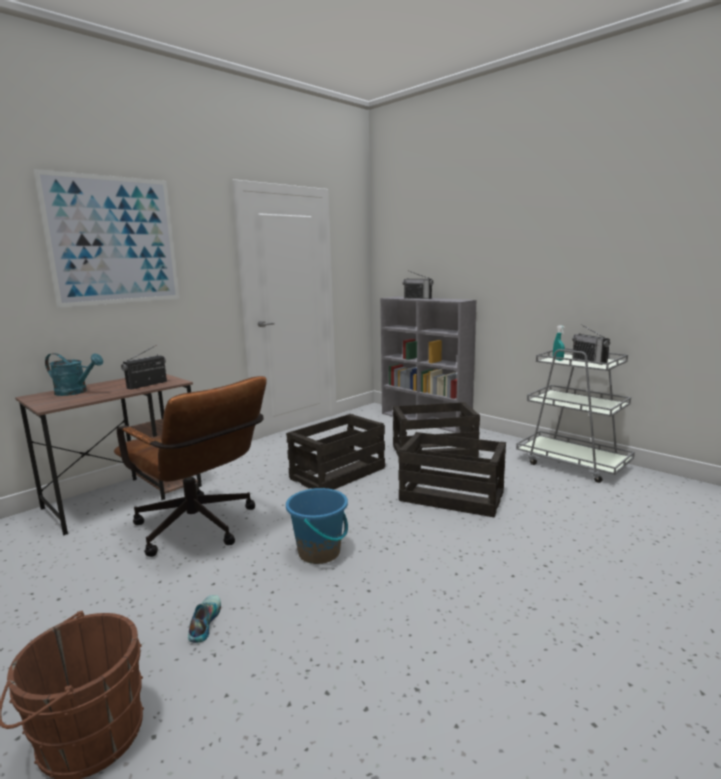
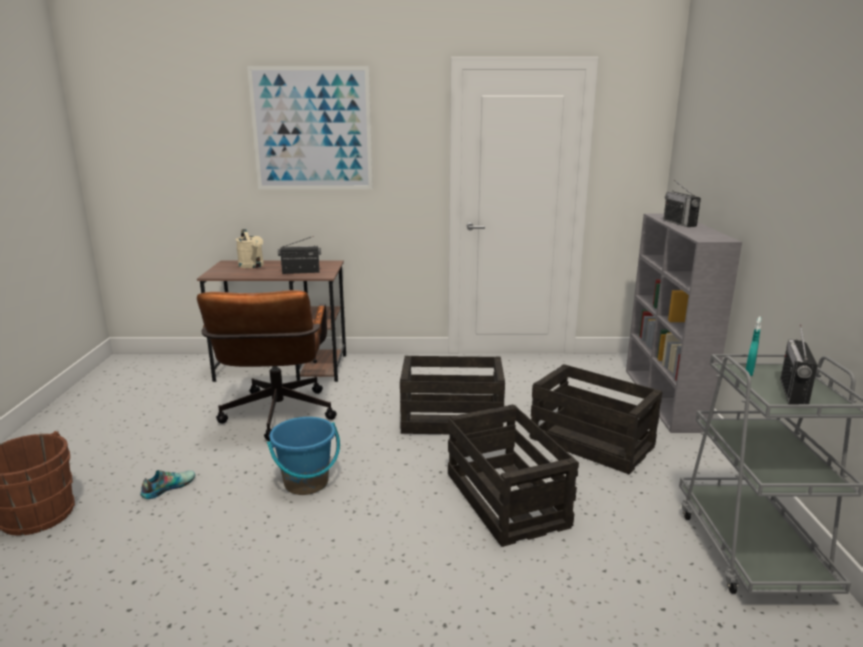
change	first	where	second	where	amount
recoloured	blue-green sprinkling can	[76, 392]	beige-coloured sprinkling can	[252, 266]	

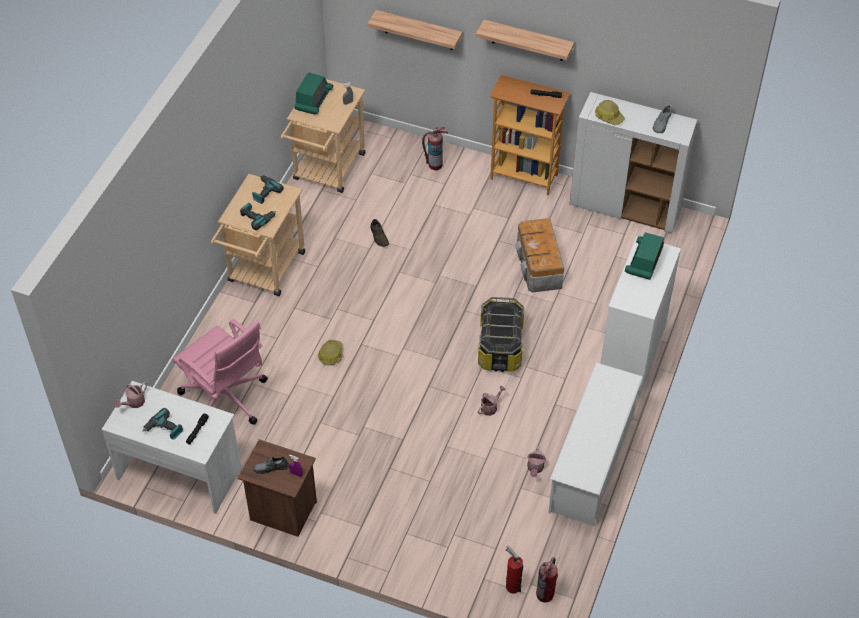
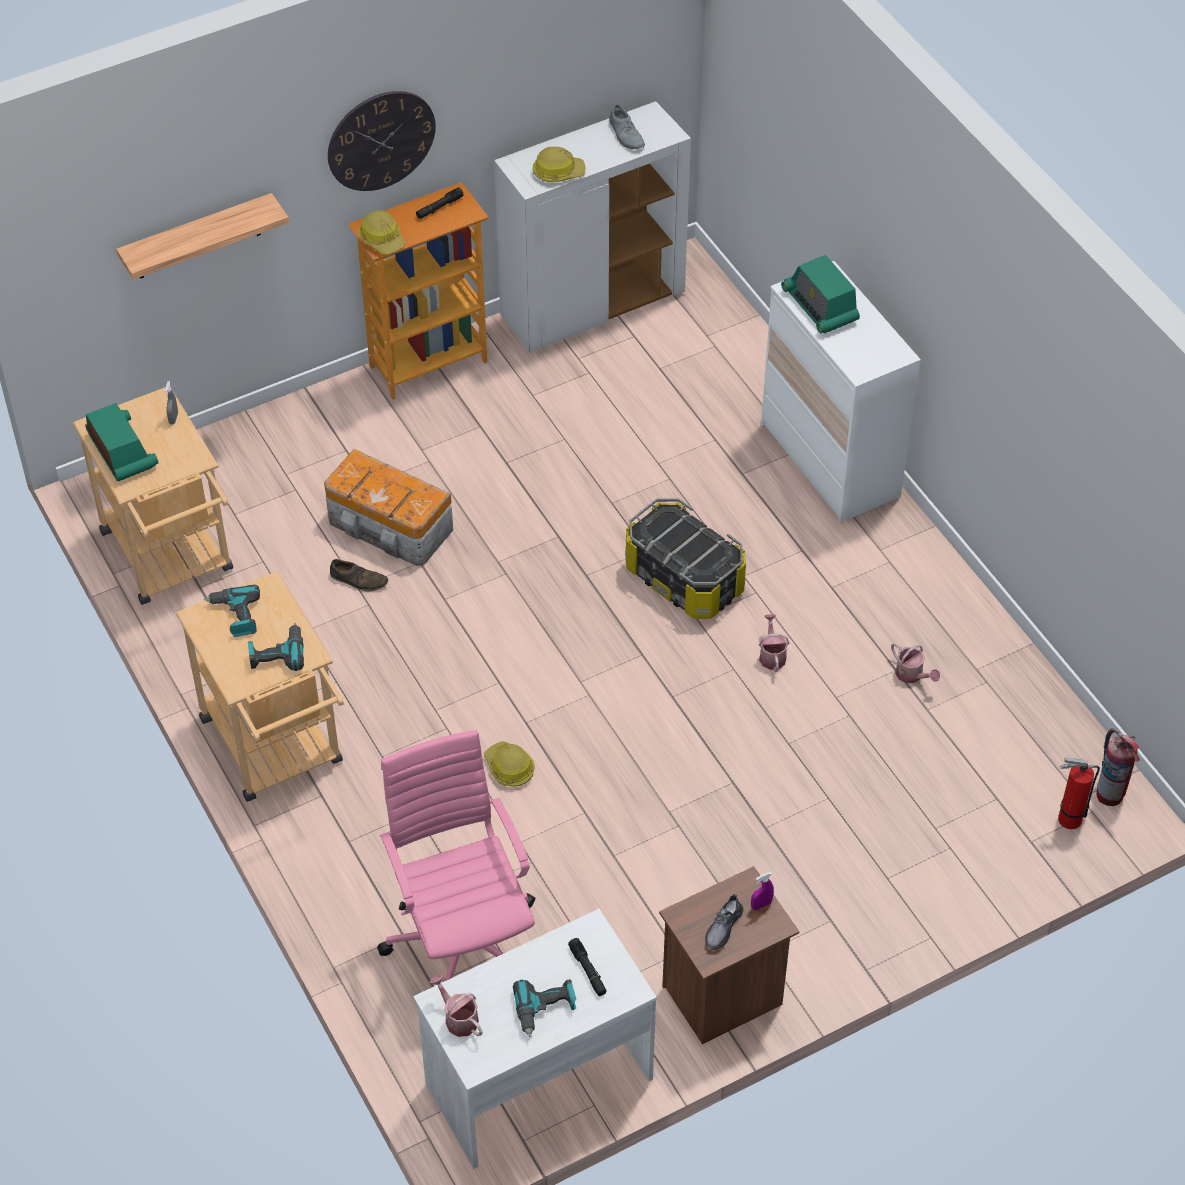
change	first	where	second	where	amount
moved	storage container	[539, 266]		[390, 527]	
replaced	shelf	[527, 41]	hanging clock	[381, 140]	
added			work helmet	[382, 239]	
turned	pinkish office chair	[226, 400]		[464, 942]	105 degrees counterclockwise
turned	sprinkling can	[134, 403]		[458, 1018]	150 degrees clockwise
removed	extinguisher	[435, 165]			
removed	white-coloured shoe stand	[592, 463]			

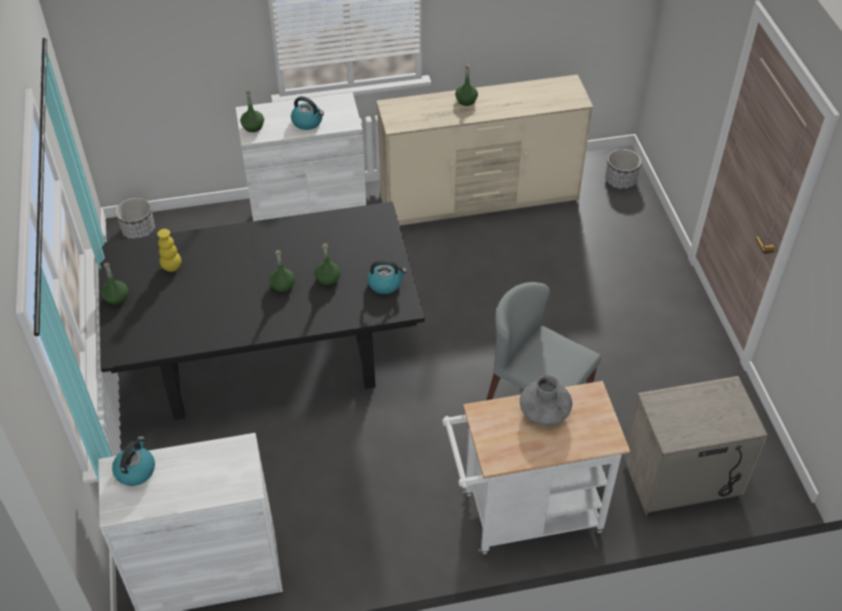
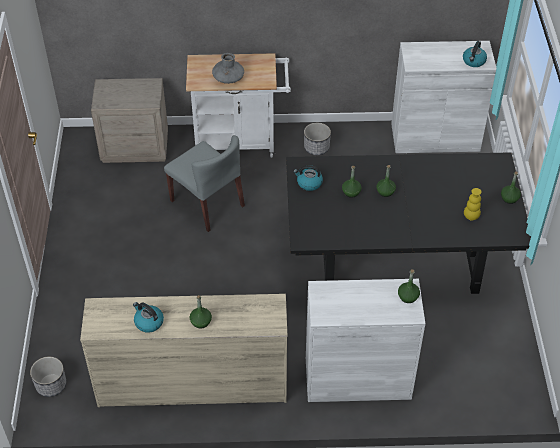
change	first	where	second	where	amount
moved	kettle	[308, 122]		[148, 322]	
moved	planter	[138, 230]		[316, 148]	

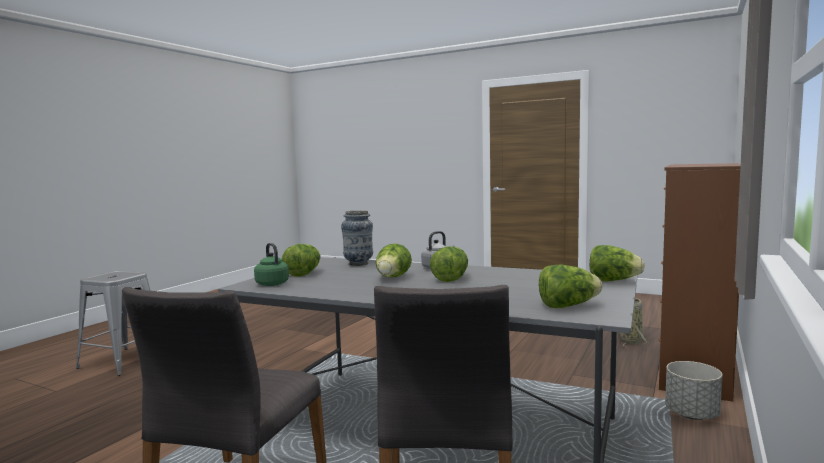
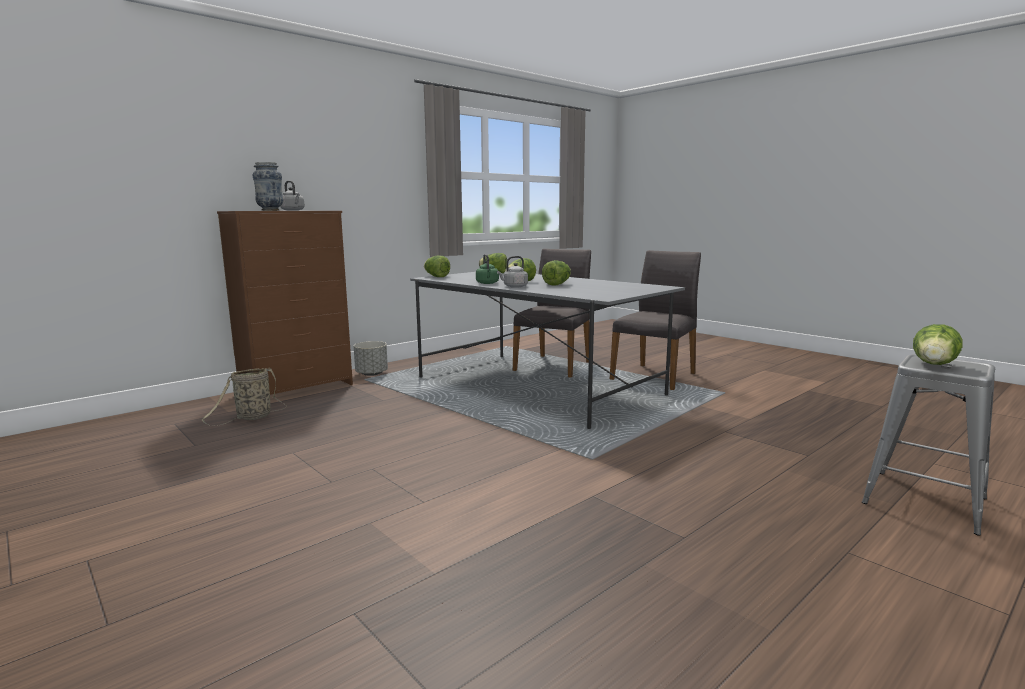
change	first	where	second	where	amount
moved	flower vase	[358, 264]		[270, 210]	
added			gray kettle	[293, 210]	
moved	green kettle	[271, 283]		[487, 283]	
moved	head of lettuce	[304, 274]		[934, 365]	

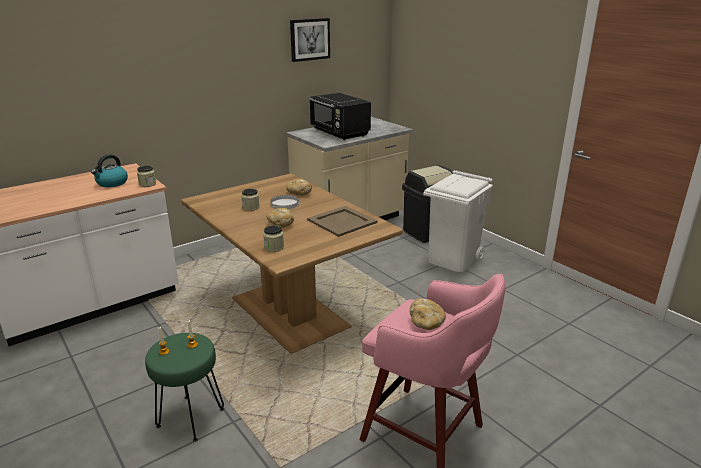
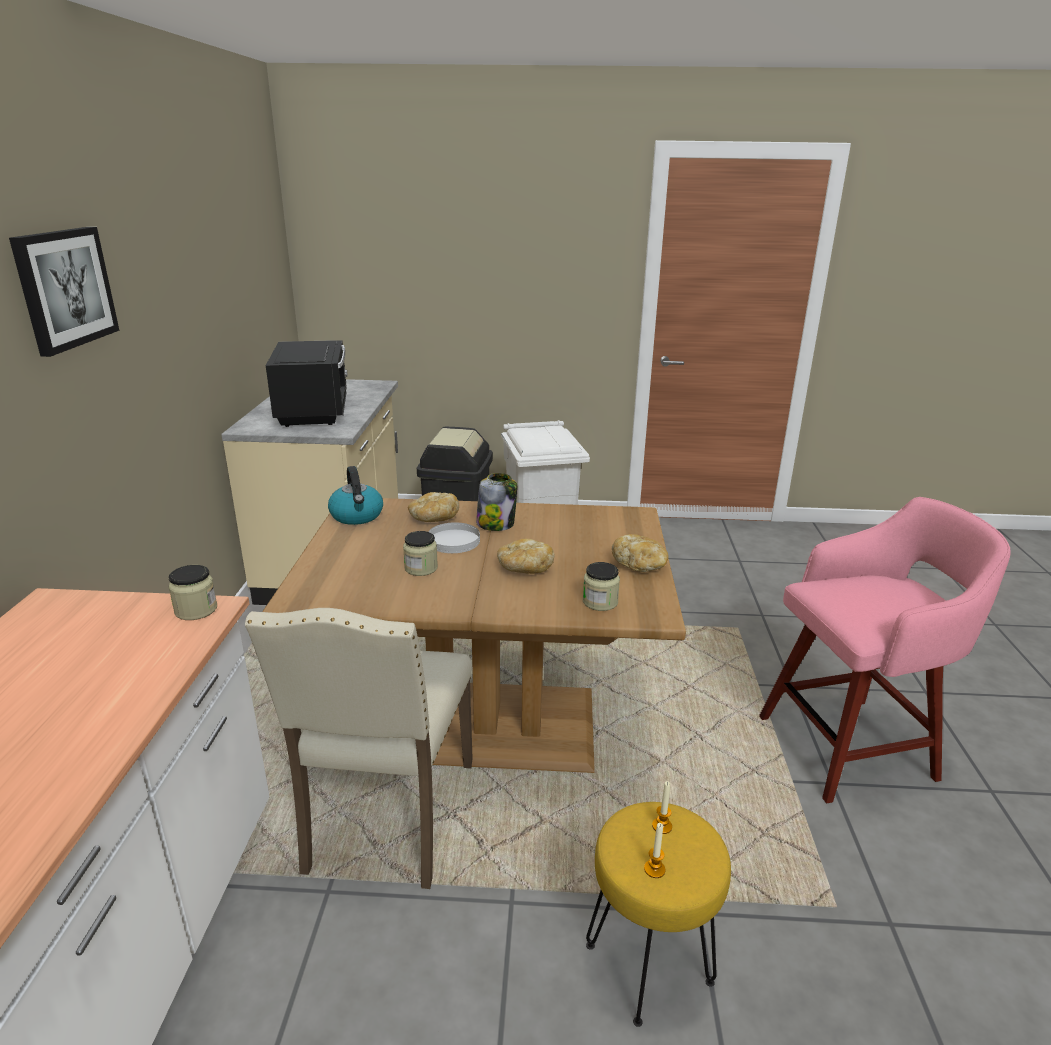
change	first	where	second	where	amount
moved	wall picture	[309, 39]		[65, 288]	
added			beige-coloured chair	[386, 818]	
turned	black-coloured microwave oven	[339, 133]		[314, 411]	105 degrees counterclockwise
moved	kettle	[112, 183]		[357, 516]	
added			preserve jar	[496, 524]	
recoloured	green stool	[190, 417]	yellow-coloured stool	[647, 963]	
moved	baked bread	[426, 323]		[639, 565]	
removed	beige-coloured carrying tray	[342, 221]			

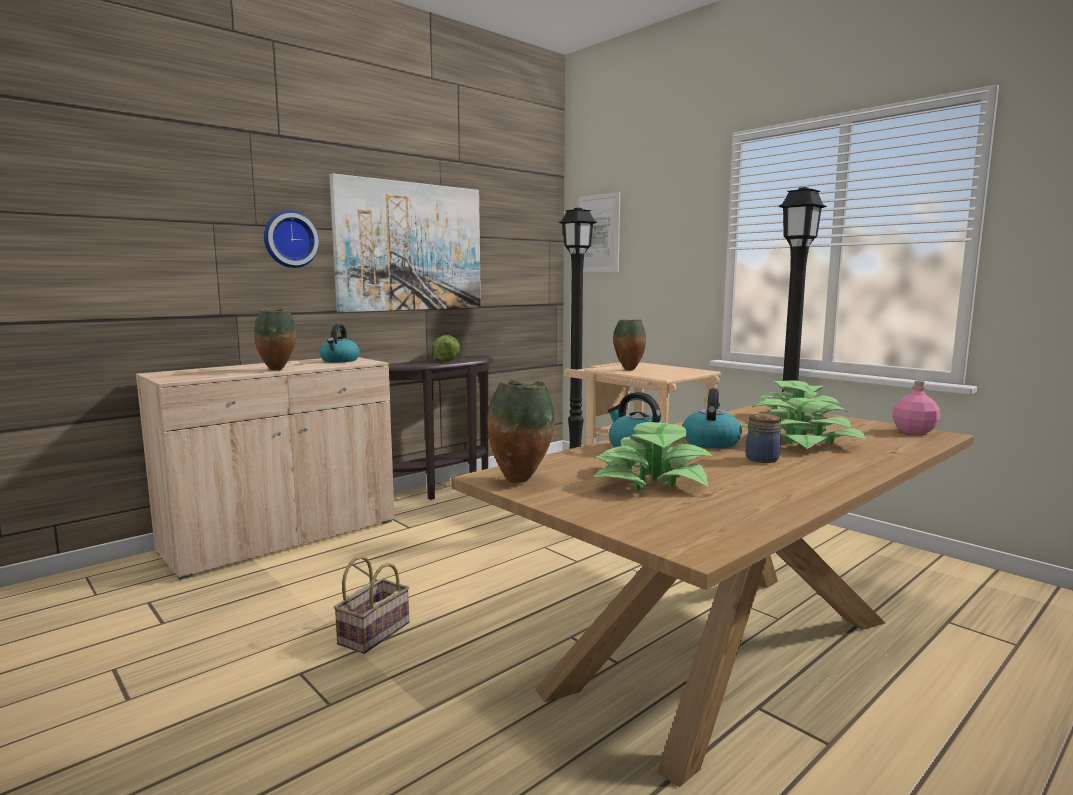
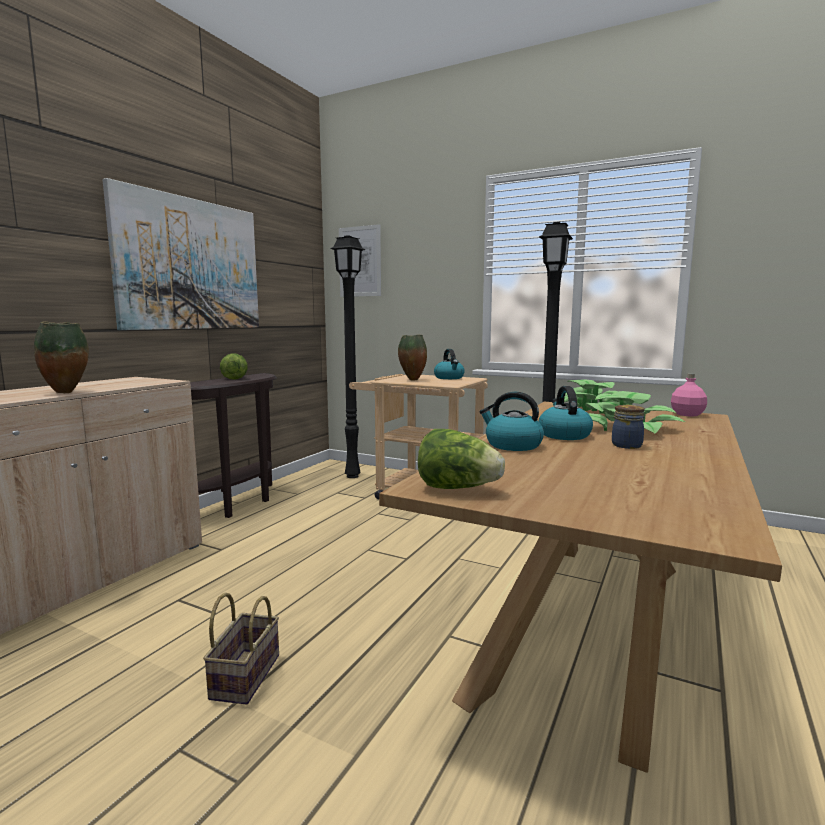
change	first	where	second	where	amount
replaced	flower vase	[520, 481]	head of lettuce	[457, 488]	
moved	kettle	[340, 360]		[449, 378]	
removed	hanging clock	[289, 239]			
removed	houseplant	[650, 479]			

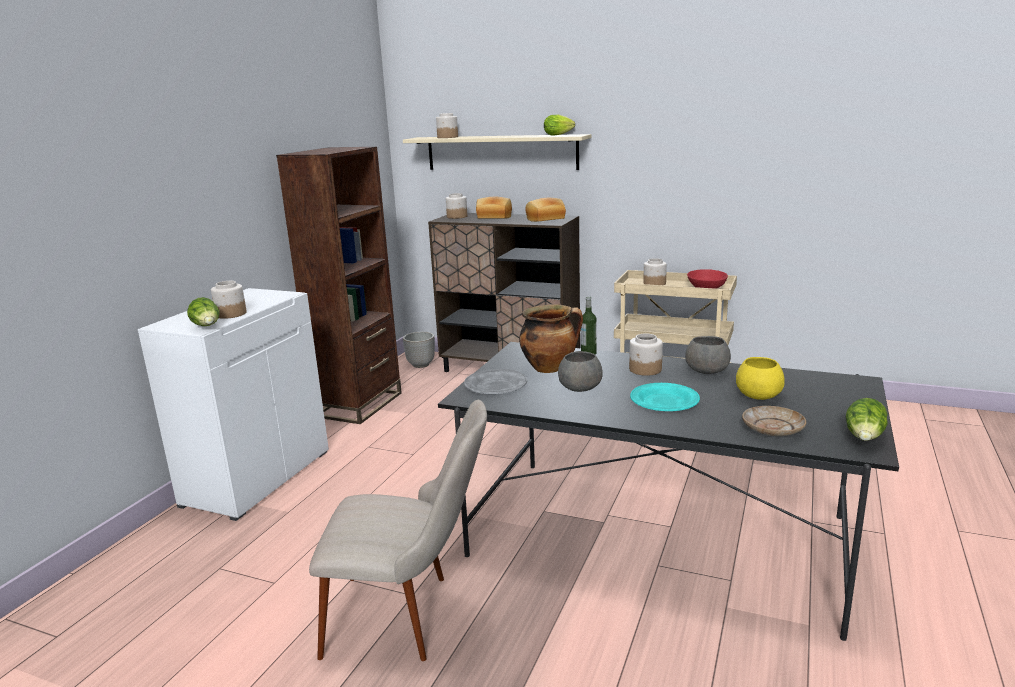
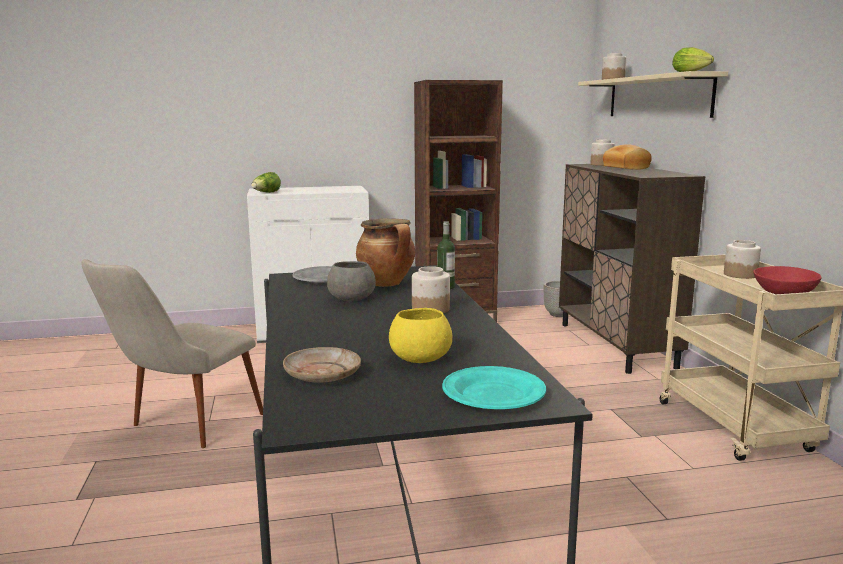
change	first	where	second	where	amount
turned	beige-coloured chair	[411, 616]		[183, 428]	60 degrees clockwise
moved	blue-green plate	[664, 401]		[493, 394]	
removed	preserve jar	[230, 314]			
removed	baked bread	[545, 219]			
removed	gray bowl	[706, 370]			
removed	head of lettuce	[865, 437]			

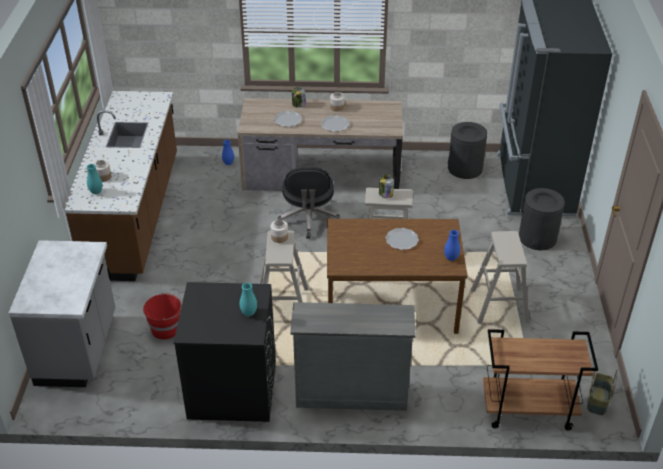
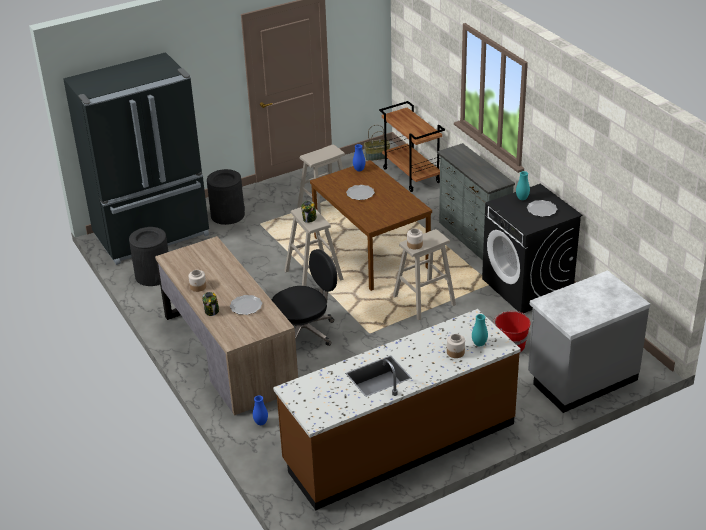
change	first	where	second	where	amount
moved	plate	[334, 125]		[542, 210]	

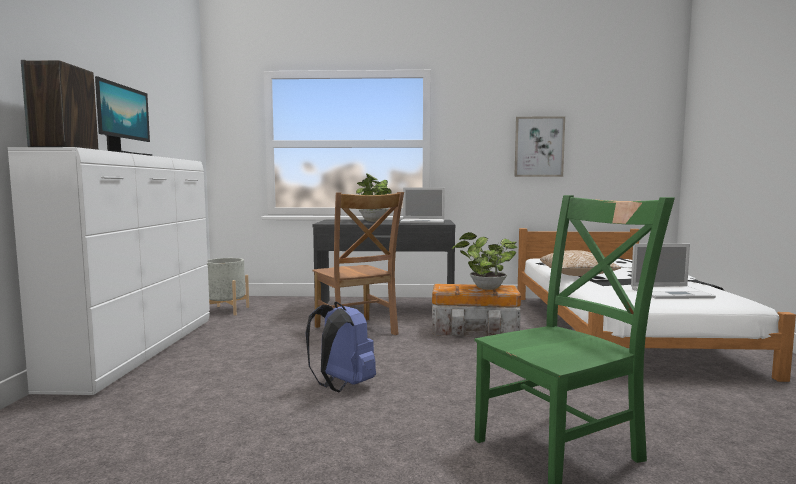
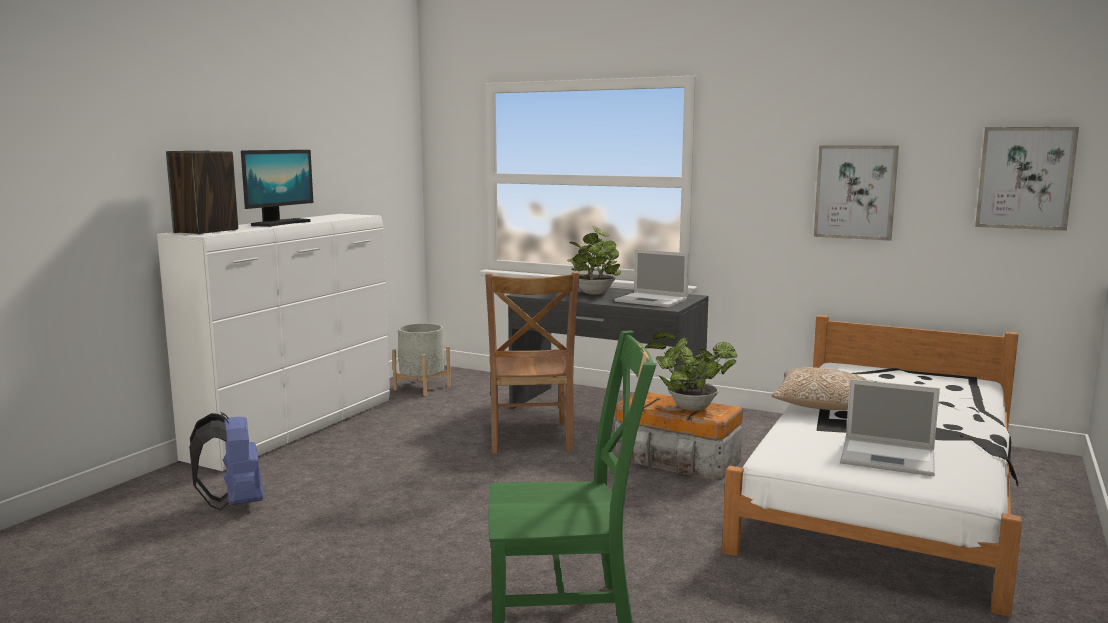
change	first	where	second	where	amount
moved	blue-coloured rucksack	[341, 386]		[235, 503]	
added			wall picture	[1025, 178]	

